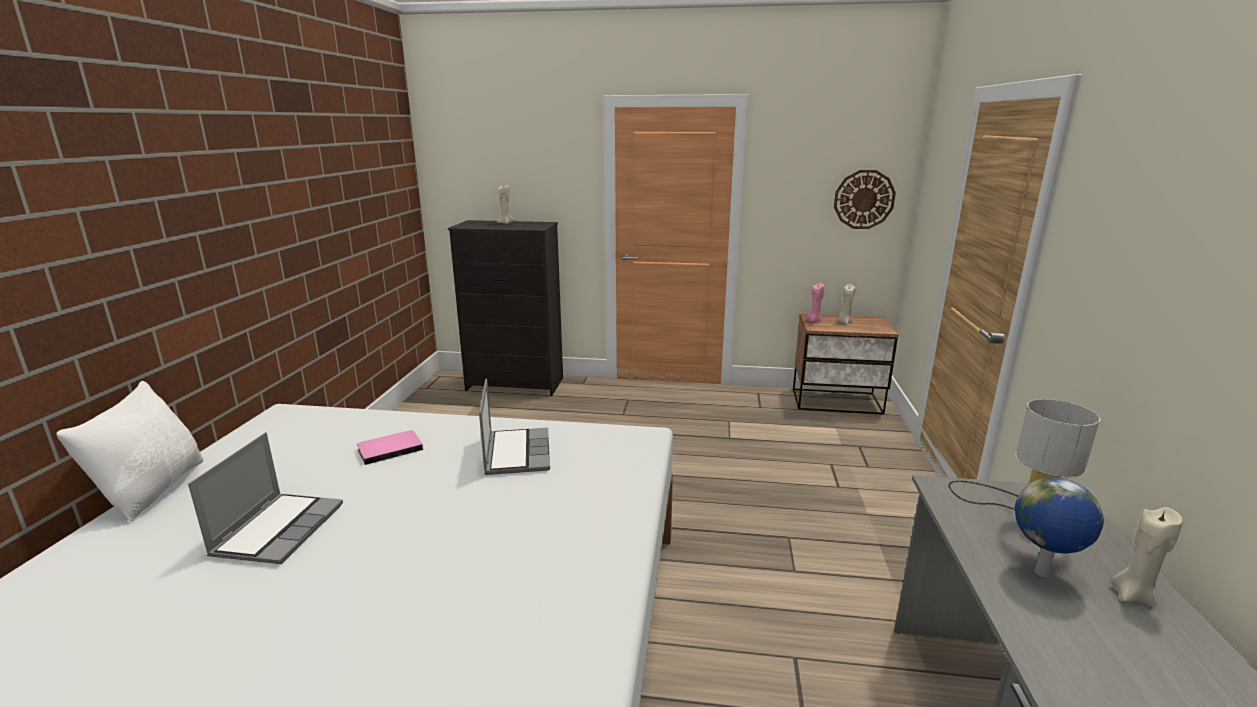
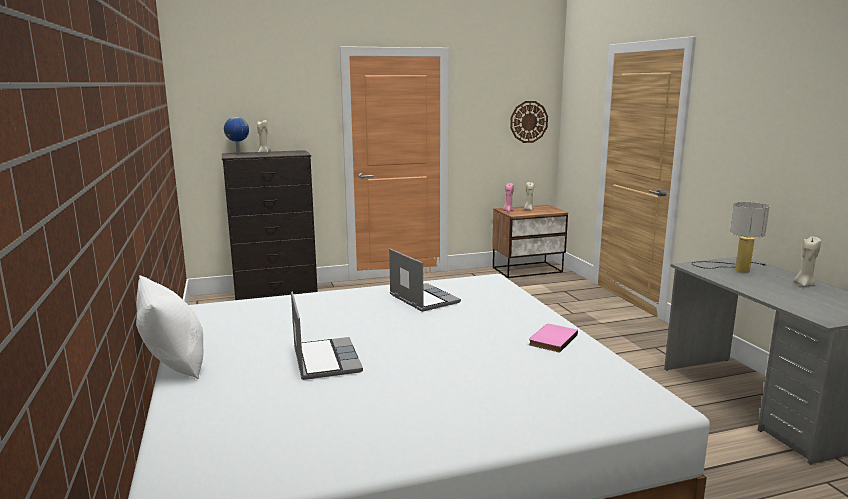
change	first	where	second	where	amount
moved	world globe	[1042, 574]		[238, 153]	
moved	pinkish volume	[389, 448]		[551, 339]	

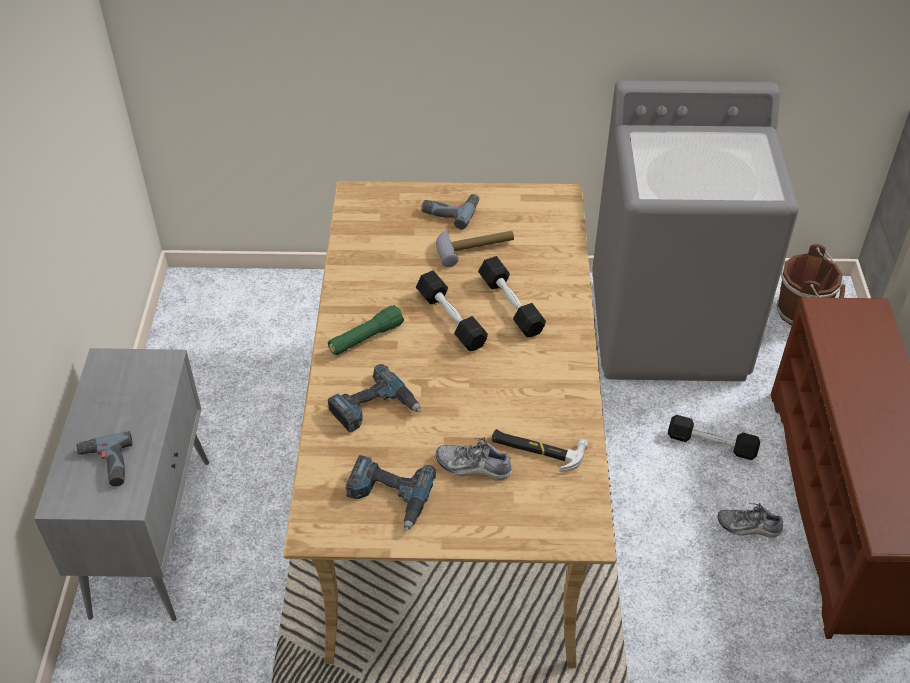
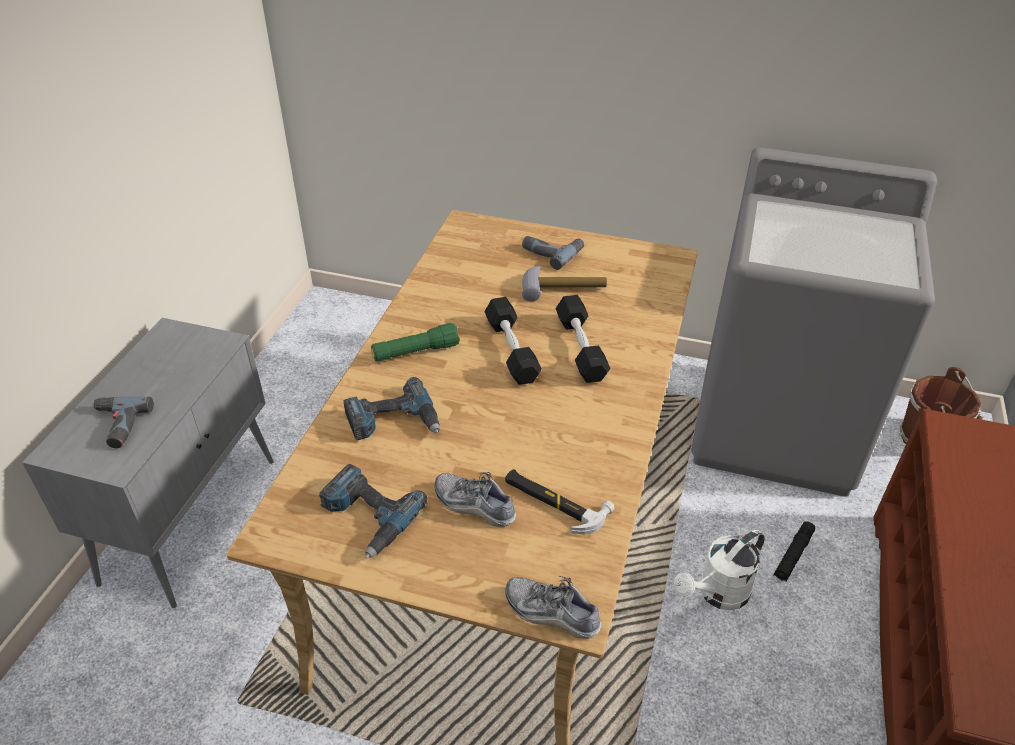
change	first	where	second	where	amount
moved	shoe	[748, 527]		[551, 613]	
added			white-coloured sprinkling can	[717, 594]	
replaced	black-coloured free weight	[711, 444]	black-coloured flashlight	[793, 555]	

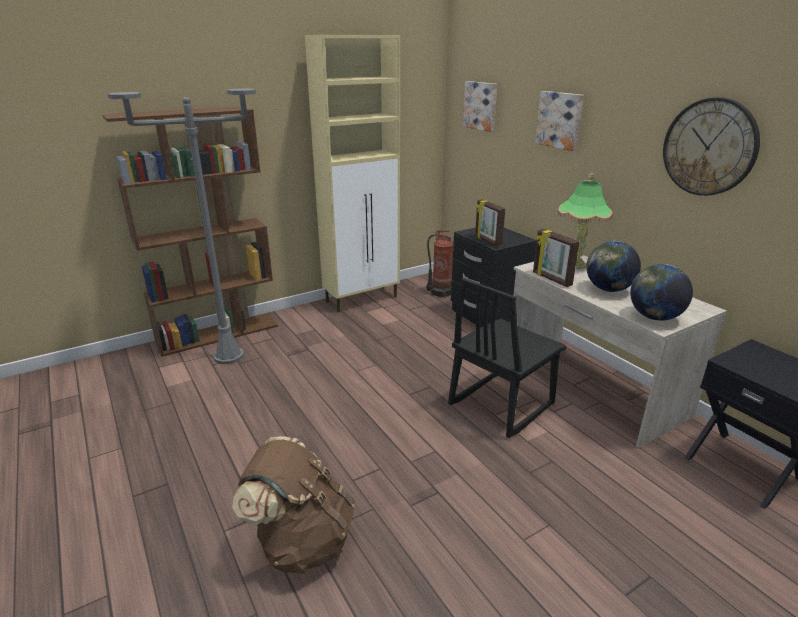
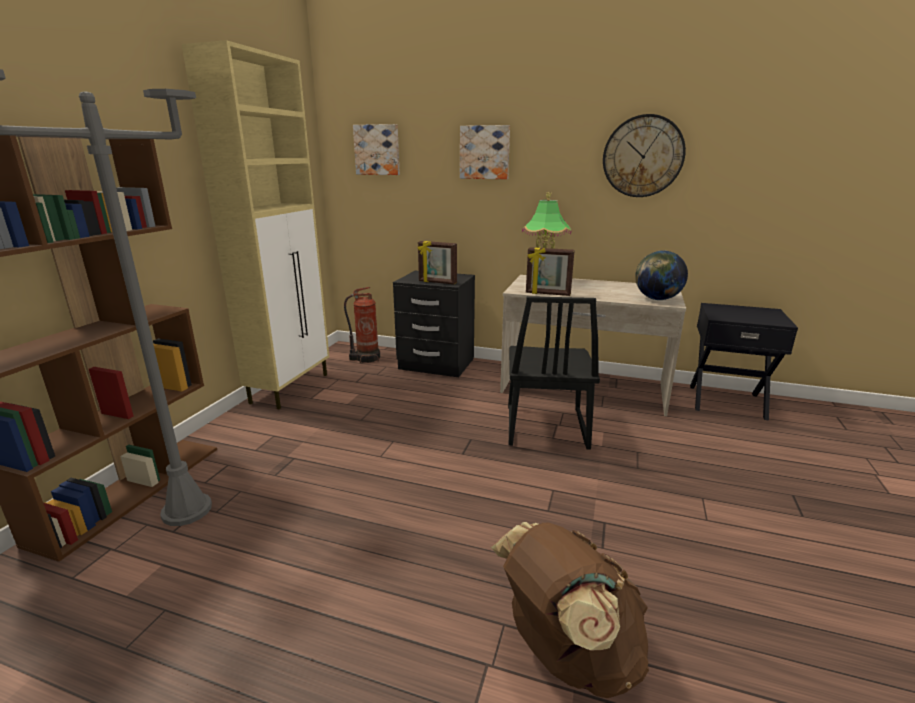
change	first	where	second	where	amount
removed	world globe	[608, 289]			

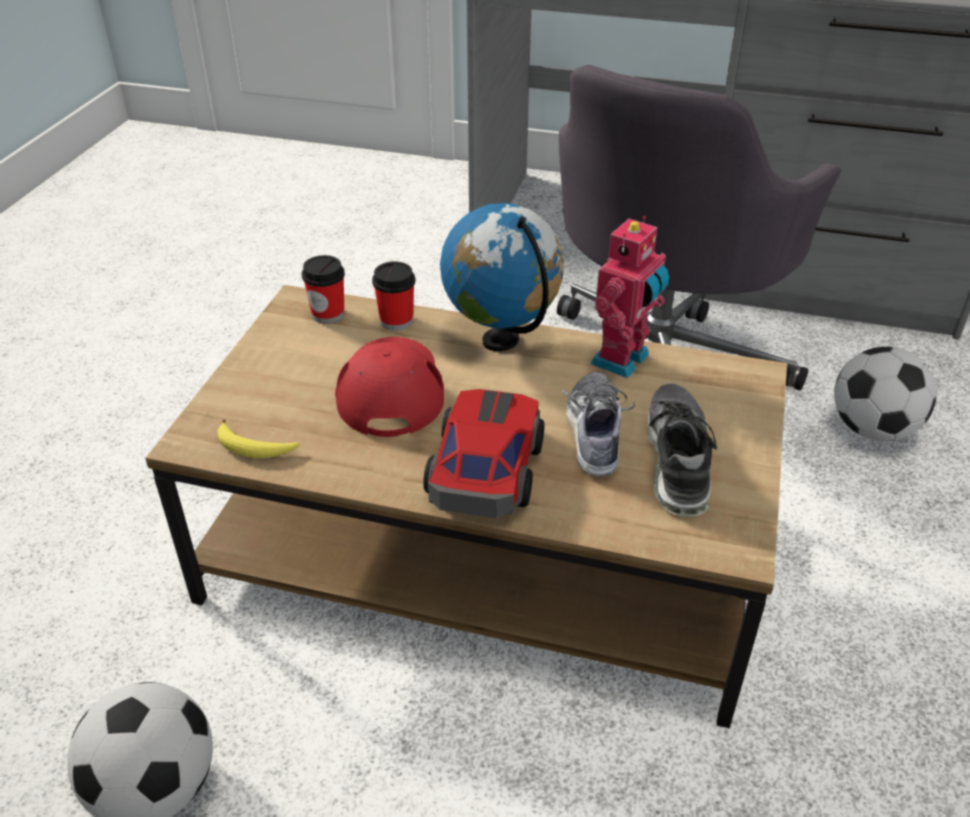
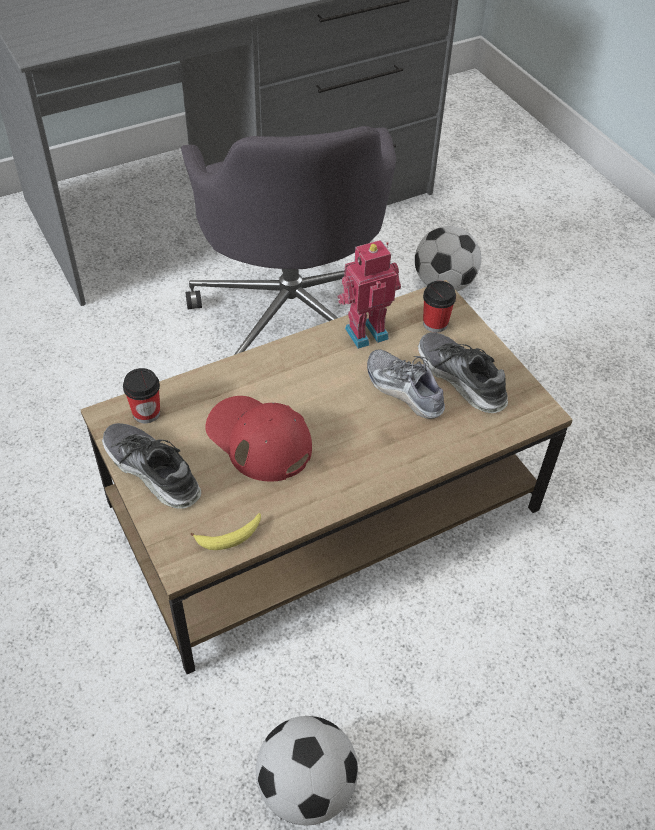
change	first	where	second	where	amount
added			shoe	[152, 471]	
turned	robot figure	[623, 361]		[365, 331]	105 degrees counterclockwise
moved	drinking cup	[396, 321]		[435, 323]	
removed	miniature car	[484, 470]			
removed	world globe	[501, 340]			

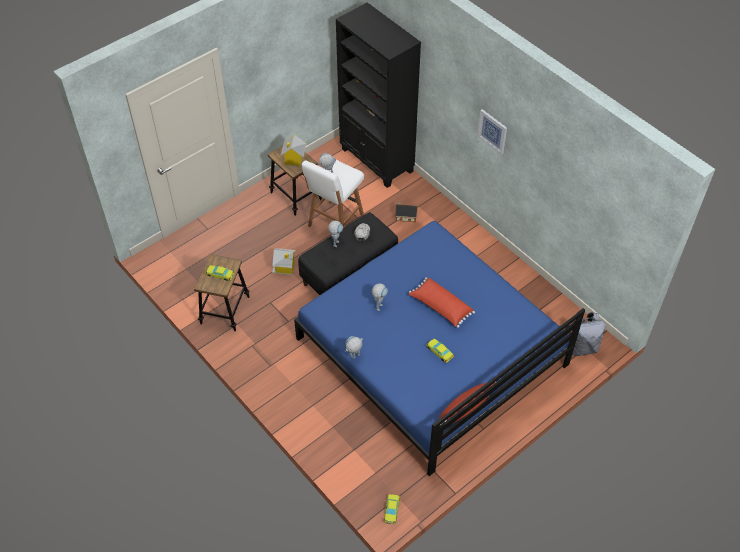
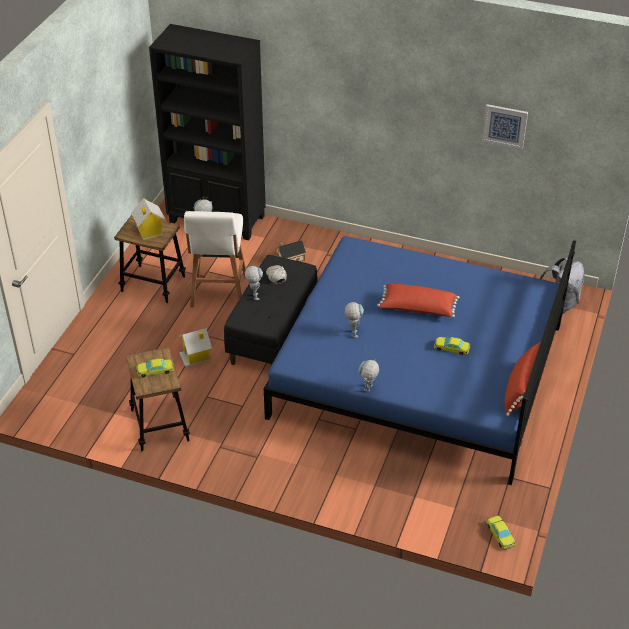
change	first	where	second	where	amount
moved	wall picture	[492, 131]		[505, 125]	

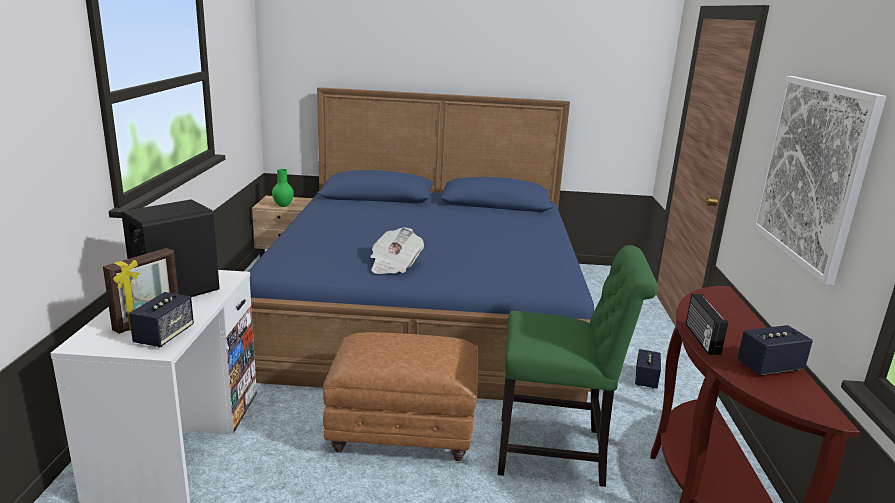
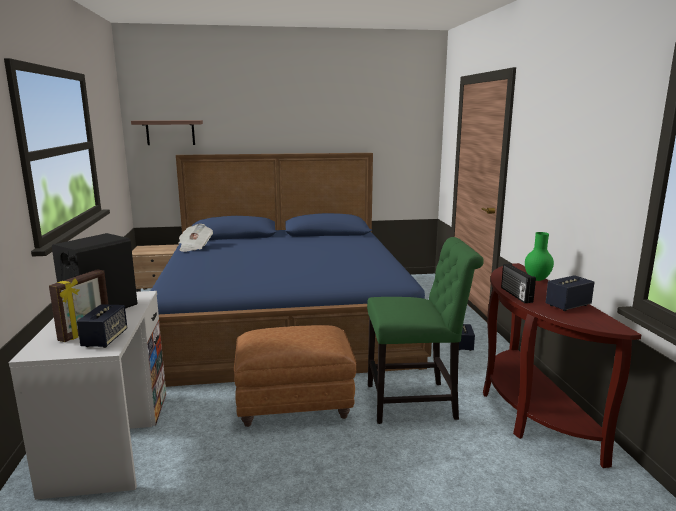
change	first	where	second	where	amount
added			shelf	[170, 132]	
moved	daily paper	[394, 265]		[194, 247]	
moved	green flower vase	[283, 206]		[537, 279]	
removed	wall picture	[812, 172]			

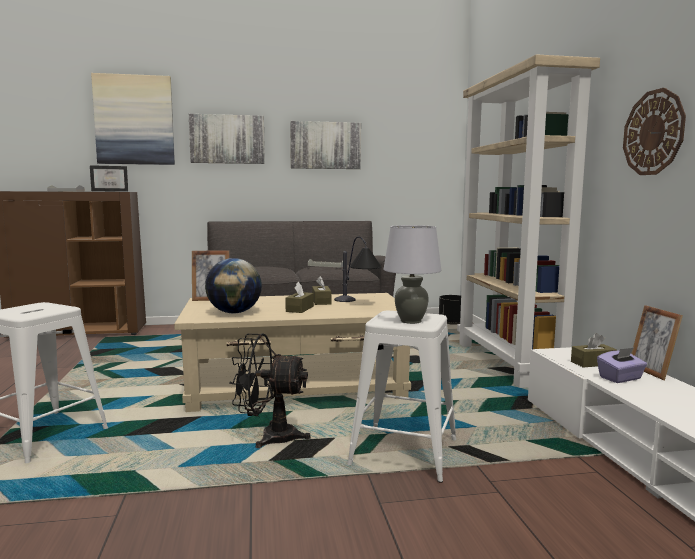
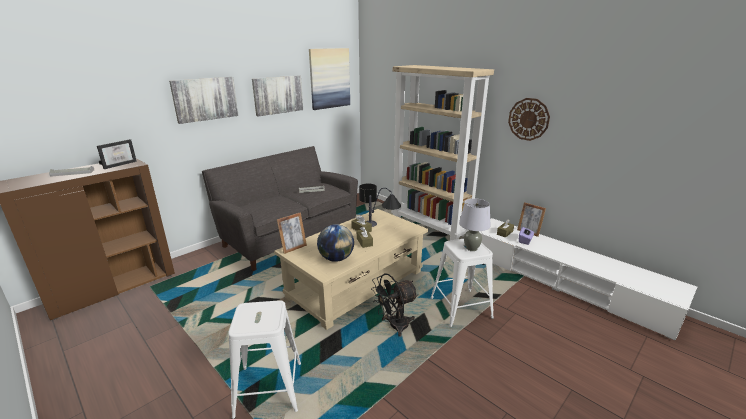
change	first	where	second	where	amount
moved	wall picture	[134, 120]		[329, 78]	

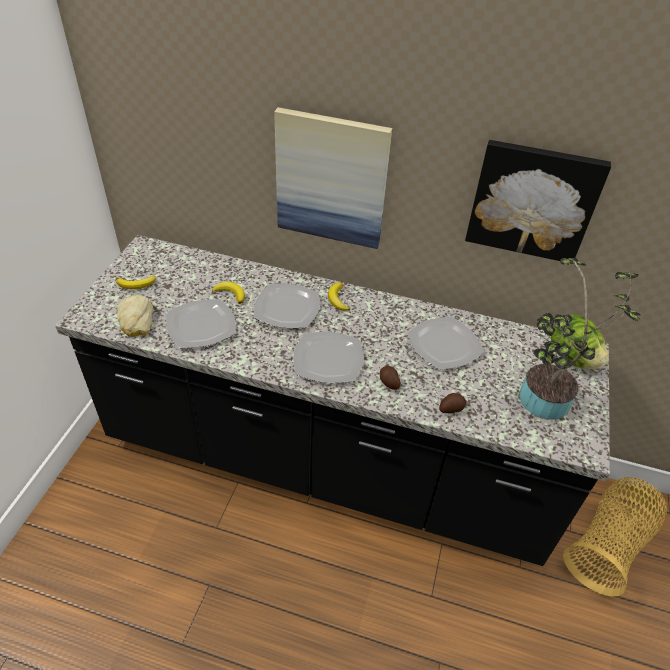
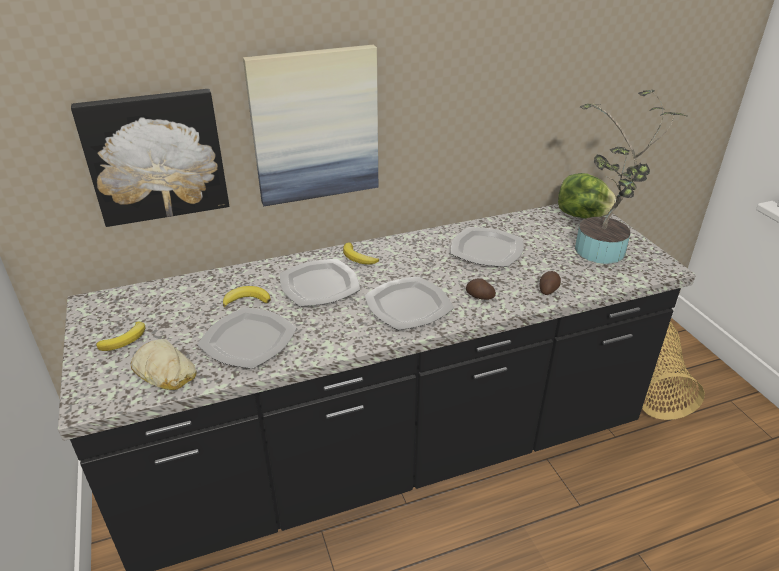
change	first	where	second	where	amount
moved	wall picture	[533, 201]		[156, 156]	

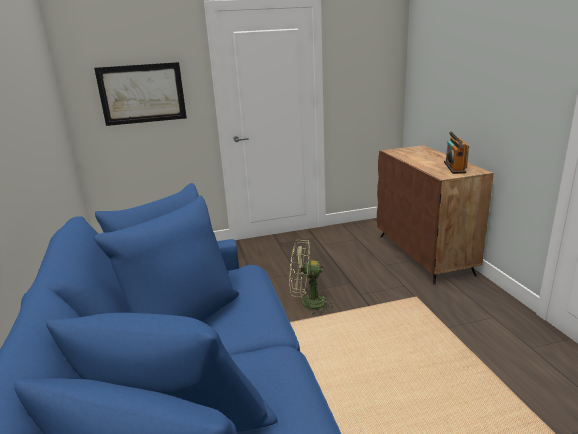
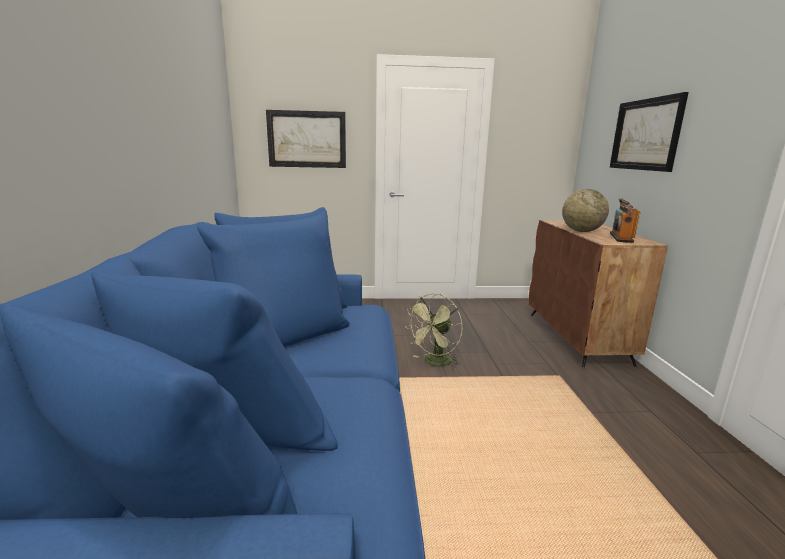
change	first	where	second	where	amount
turned	green fan	[307, 303]		[435, 363]	60 degrees counterclockwise
added			world globe	[581, 231]	
added			wall picture	[645, 134]	

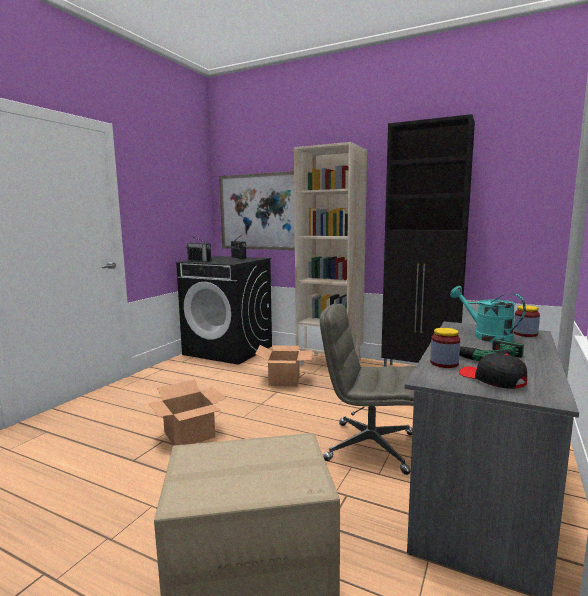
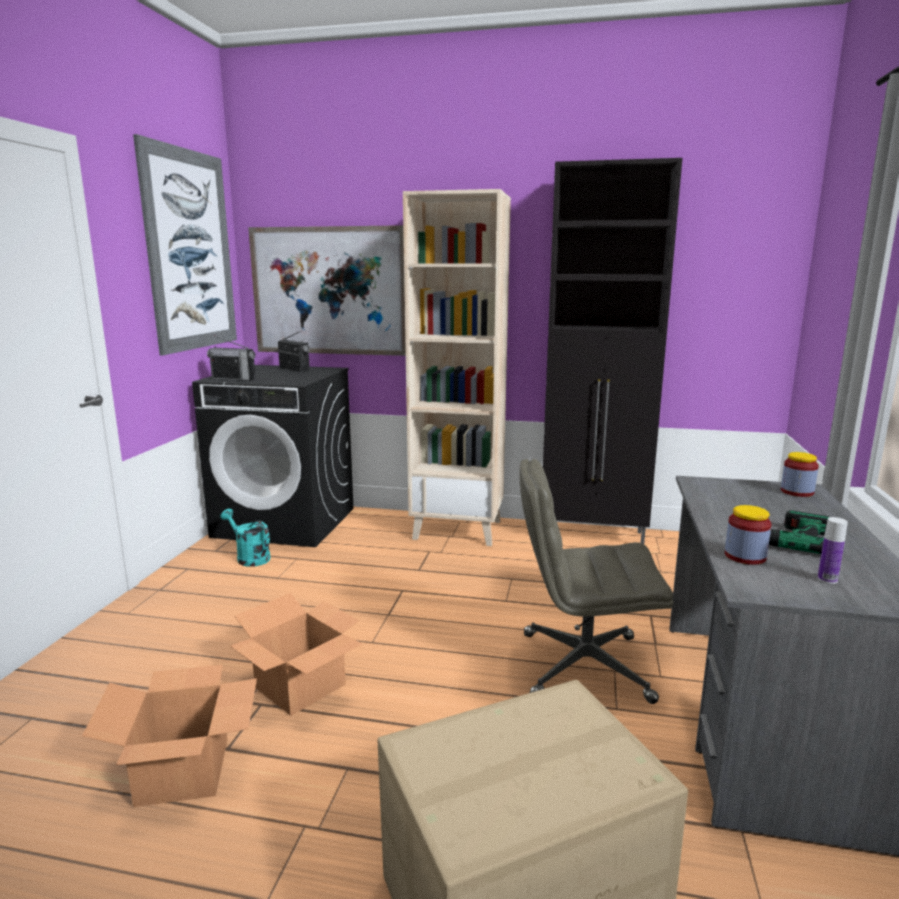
change	first	where	second	where	amount
moved	packing box	[284, 380]		[182, 770]	
added			wall picture	[190, 251]	
moved	blue-green sprinkling can	[486, 336]		[249, 557]	
replaced	black-coloured peaked cap	[492, 379]	beverage bottle	[827, 579]	

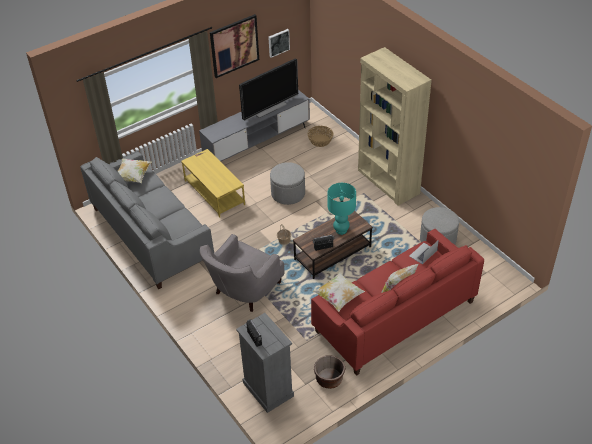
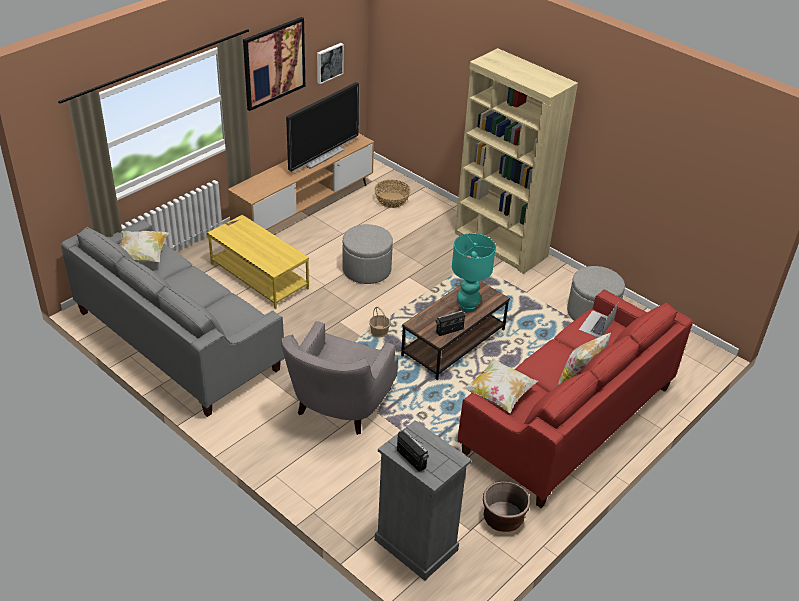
change	first	where	second	where	amount
recoloured	gray tv stand	[257, 143]	brown tv stand	[305, 209]	

